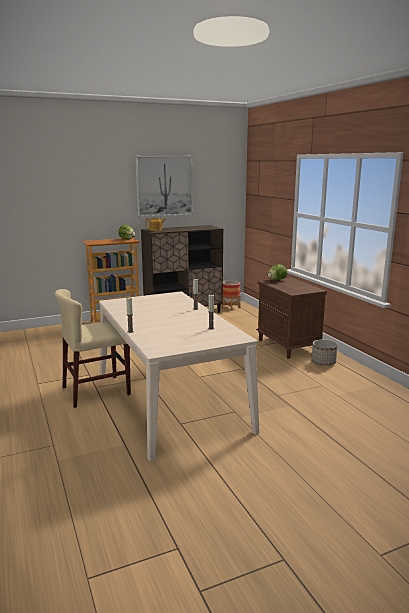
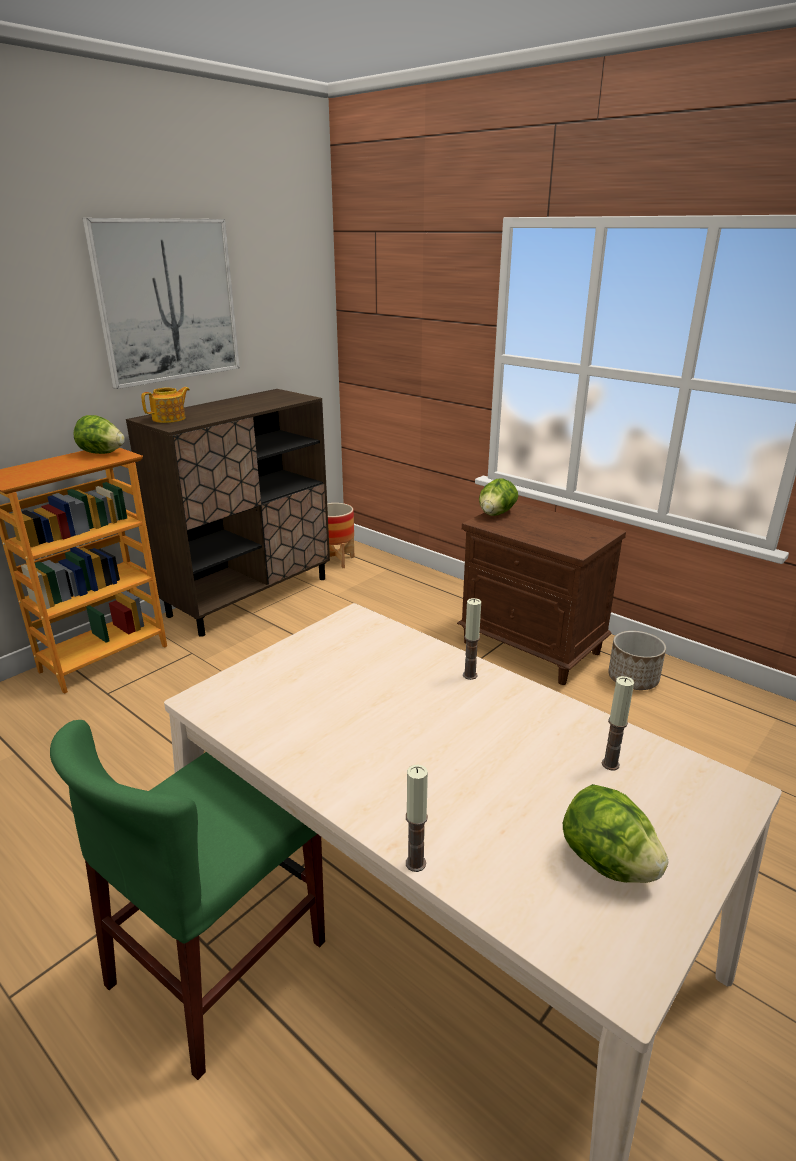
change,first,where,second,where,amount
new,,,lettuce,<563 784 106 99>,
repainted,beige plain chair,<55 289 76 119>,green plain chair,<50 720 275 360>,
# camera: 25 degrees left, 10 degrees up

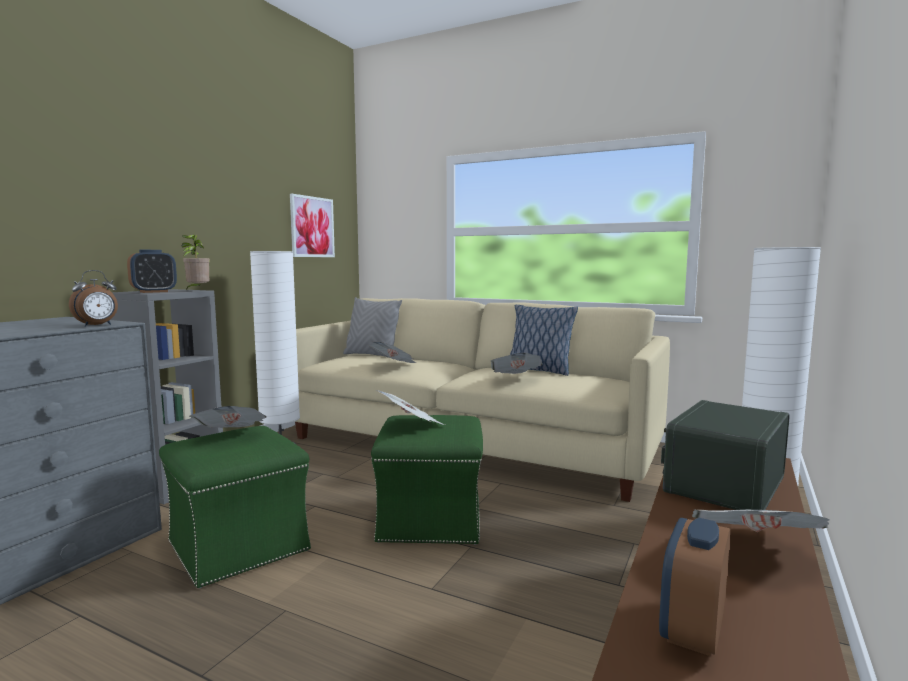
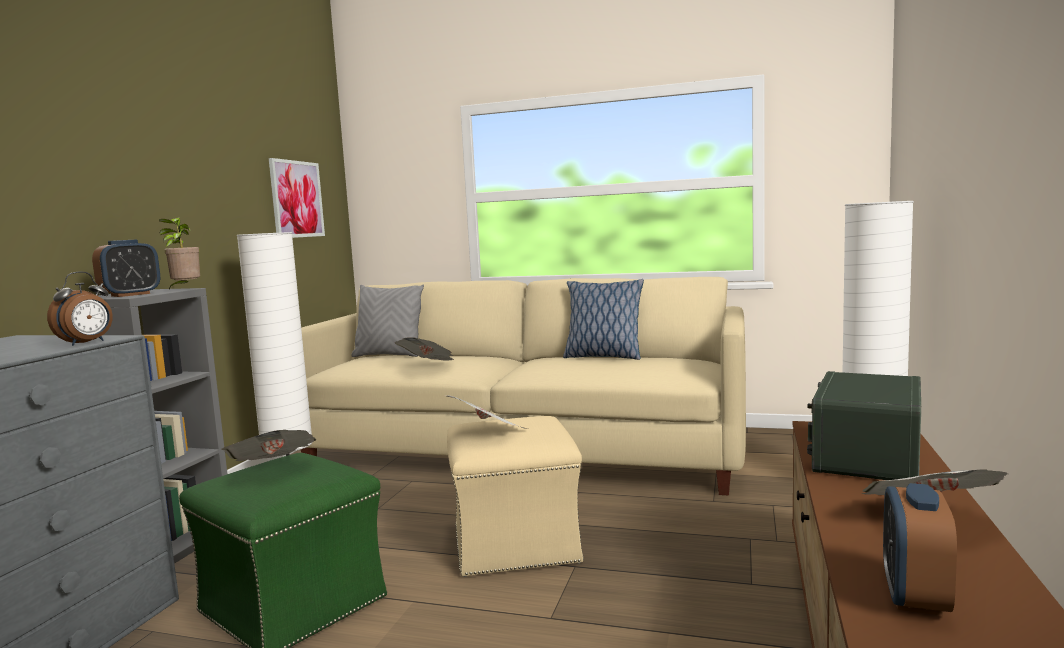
change,first,where,second,where,amount
gone,newspaper,<491 353 51 21>,,,
repainted,green ottoman,<371 415 112 130>,beige ottoman,<447 416 137 161>,
# camera: 10 degrees left, 0 degrees up

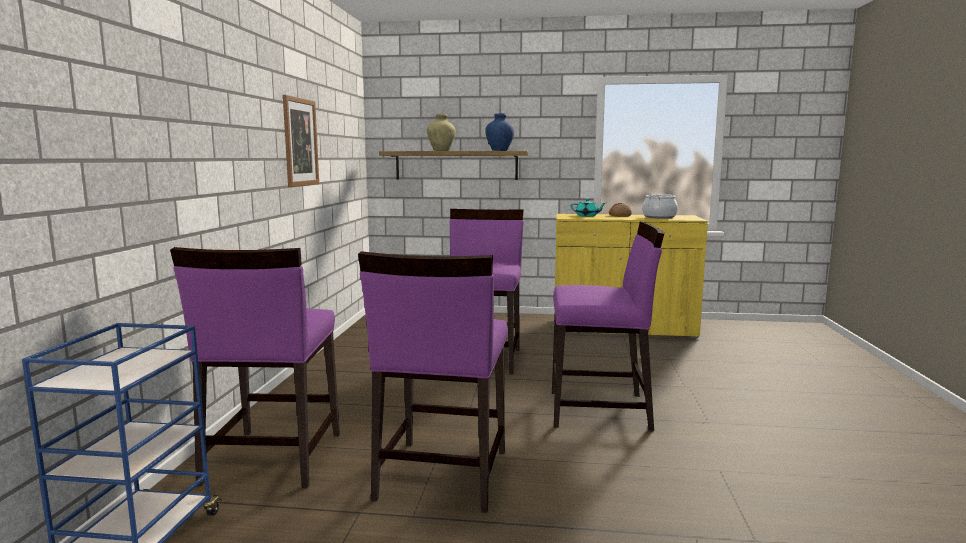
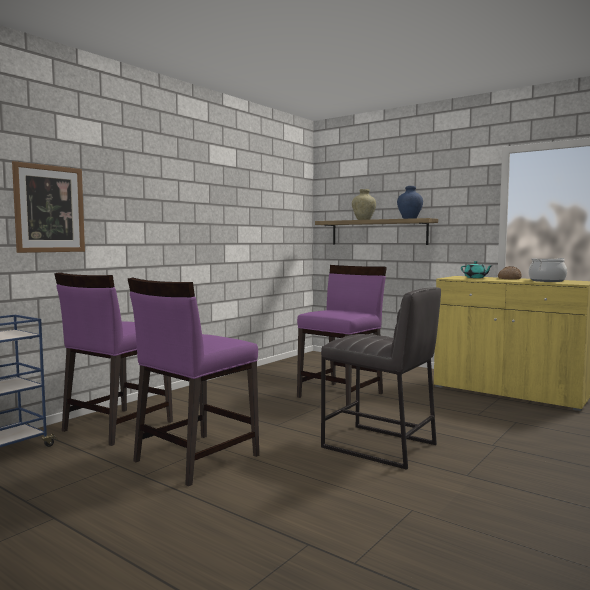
change,first,where,second,where,amount
shifted,picture,<283 95 36 92>,,<12 161 73 92>,
swapped,purple-coloured plain chair,<552 222 112 210>,grey stool,<321 287 120 183>,
# camera: 30 degrees right, 5 degrees down

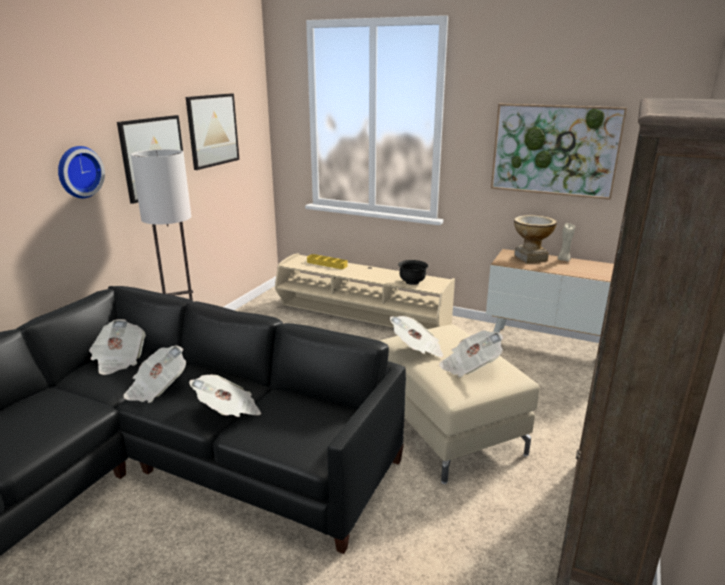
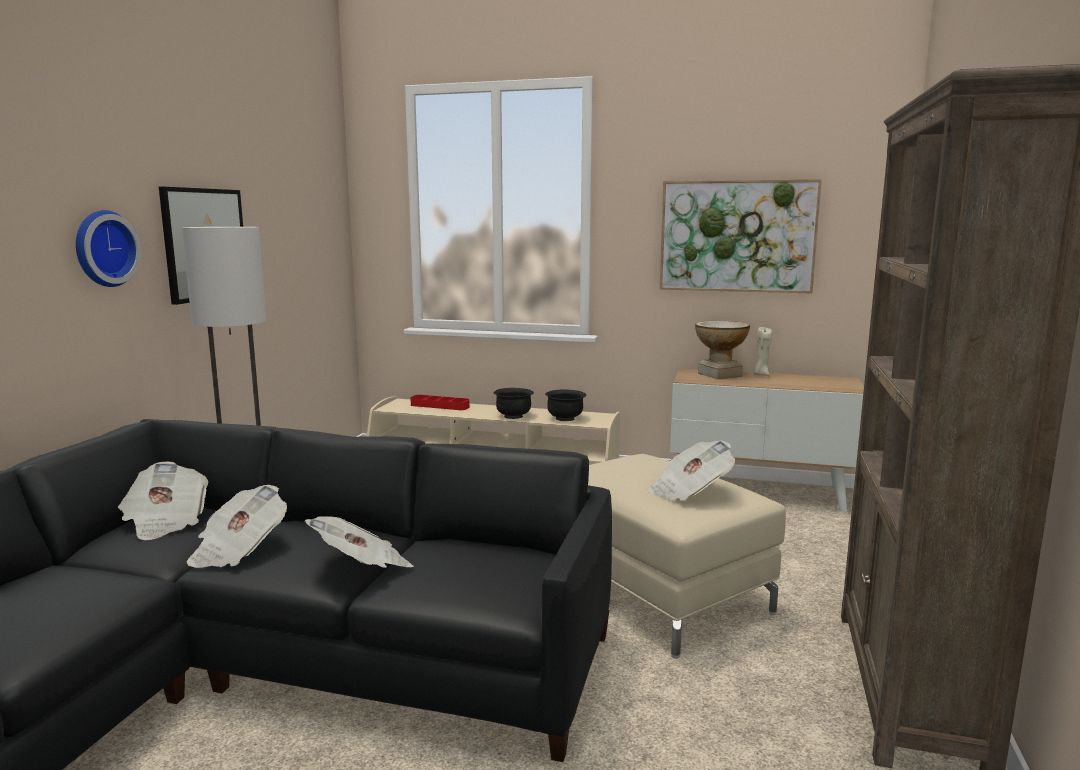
change,first,where,second,where,amount
gone,picture,<186 93 53 77>,,,
gone,newspaper,<390 316 54 41>,,,
new,,,black-coloured bowl,<494 388 40 31>,
repainted,yellowish serving tray,<307 254 40 15>,red serving tray,<410 395 59 15>,
# camera: 10 degrees left, 10 degrees down

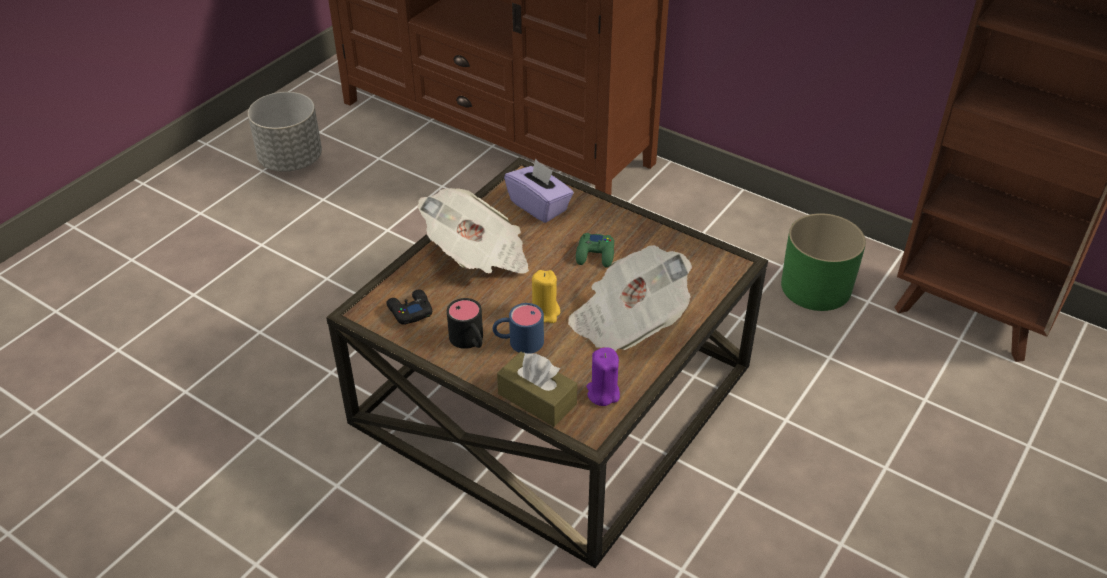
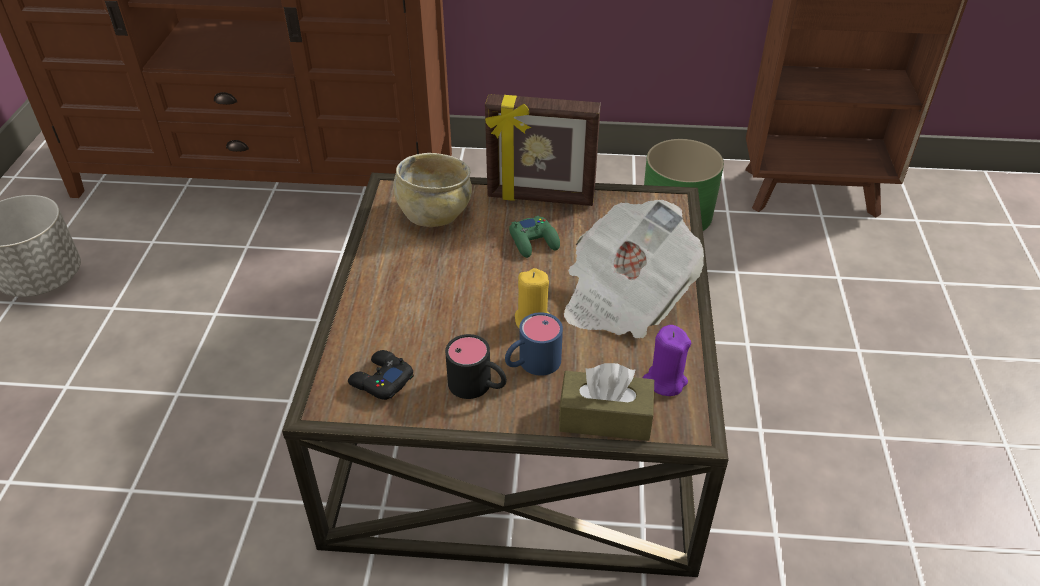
change,first,where,second,where,amount
gone,newspaper,<418 188 111 86>,,,
new,,,standing frame,<485 94 116 112>,
swapped,purple-coloured tissue box,<504 159 70 64>,beige bowl,<393 153 79 74>,
# camera: 30 degrees left, 0 degrees up

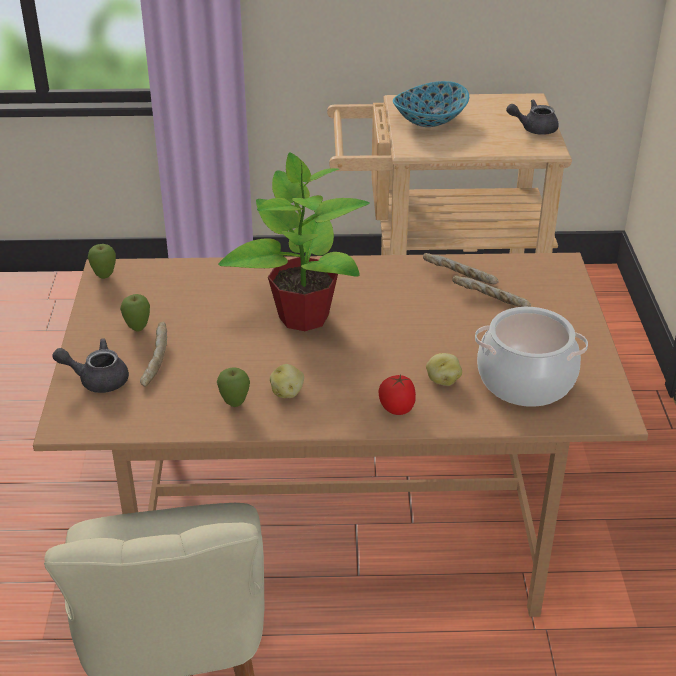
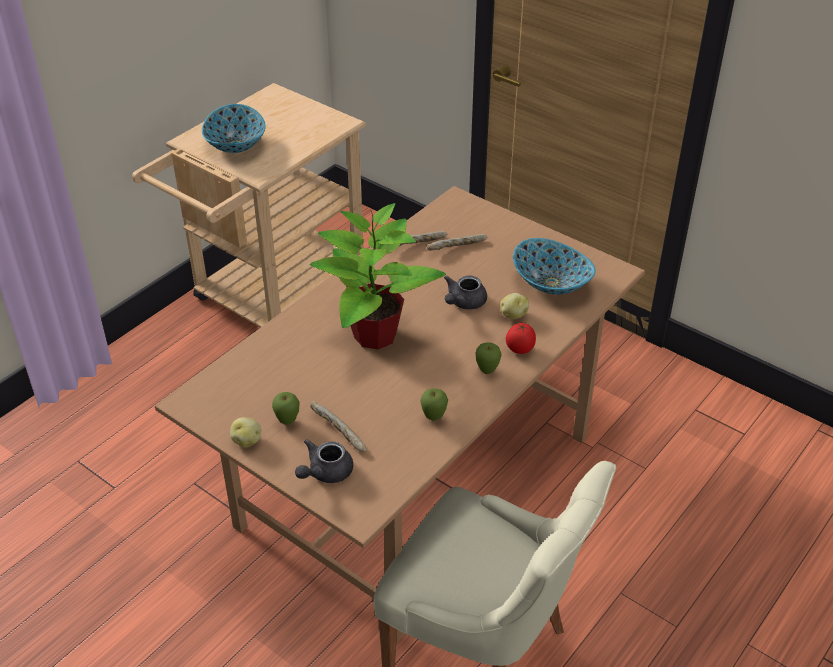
change,first,where,second,where,amount
shifted,apple,<88 244 28 35>,,<475 342 27 32>,
shifted,whole potato,<270 364 34 34>,,<230 417 31 30>,
shifted,grey tea pot,<506 99 53 36>,,<444 275 43 35>,
swapped,saucepot,<475 307 113 100>,bowl,<513 238 83 57>,
# camera: 50 degrees left, 5 degrees up

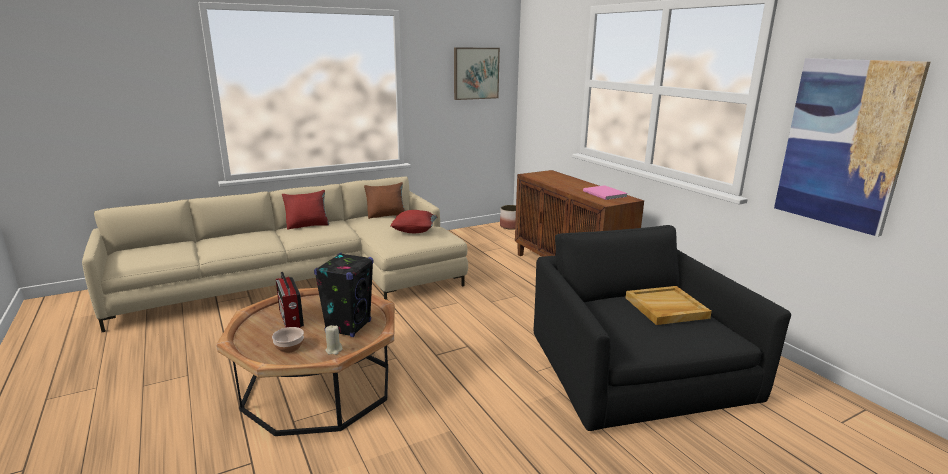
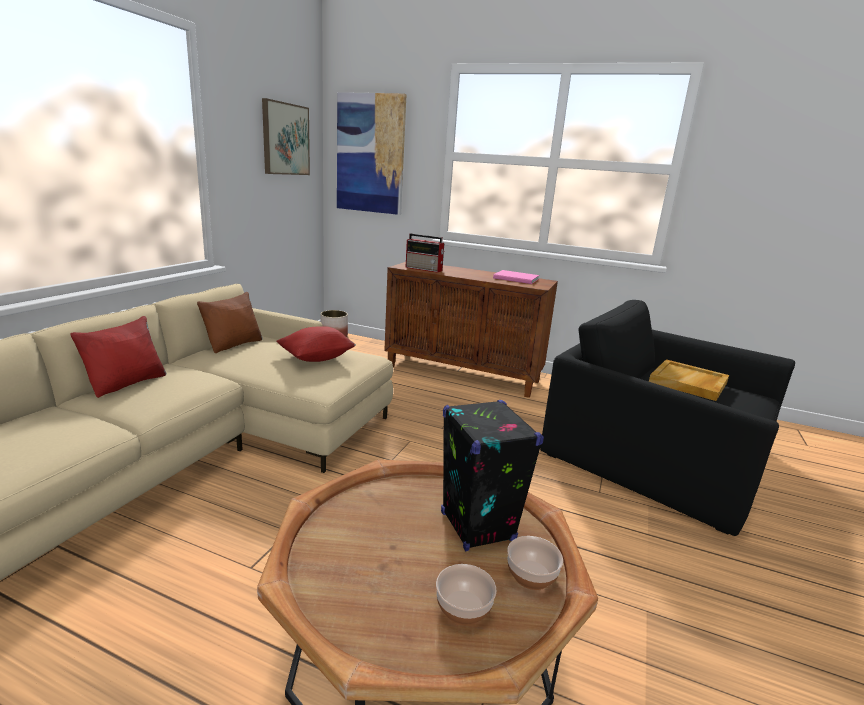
change,first,where,second,where,amount
shifted,radio set,<276 272 28 56>,,<405 234 40 39>,
shifted,picture,<774 58 156 179>,,<337 92 69 123>,
swapped,beige candle,<325 325 17 30>,bowl,<507 536 56 54>,
# camera: 40 degrees left, 0 degrees up

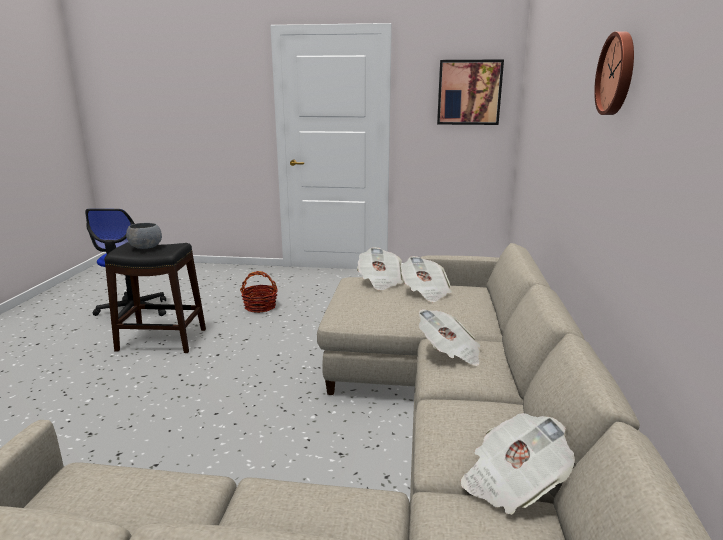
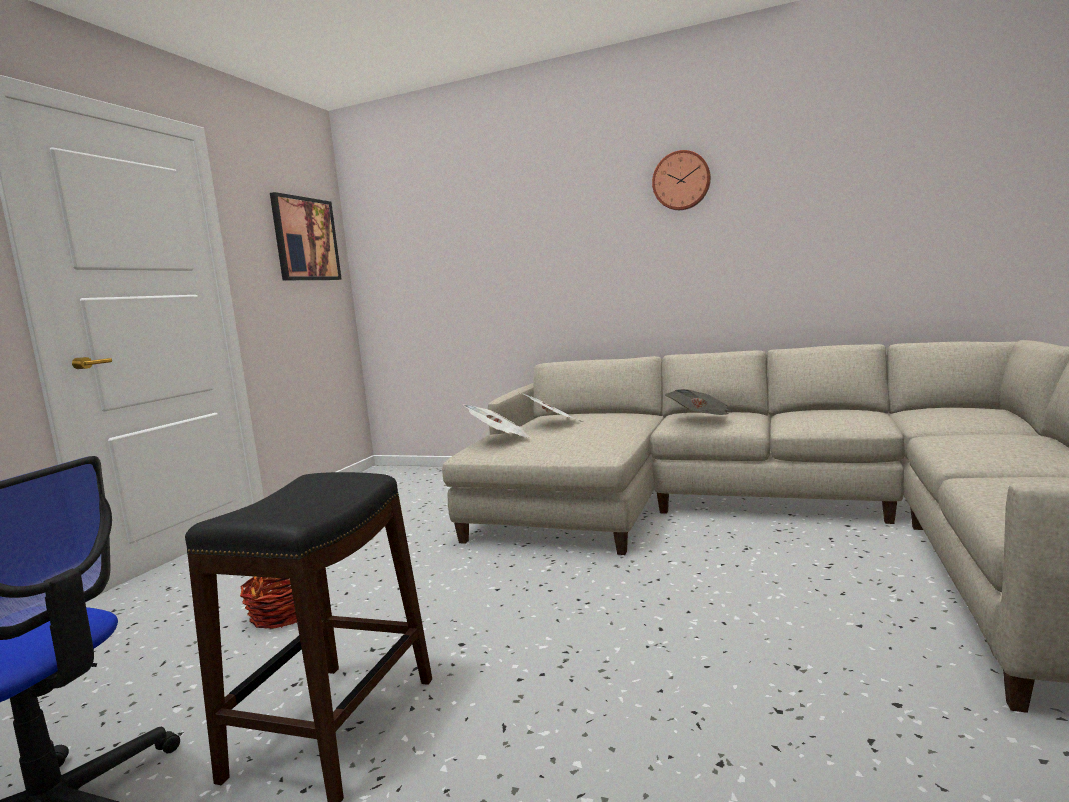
change,first,where,second,where,amount
gone,grey bowl,<126 223 36 26>,,,
gone,newspaper,<461 413 114 102>,,,
# camera: 75 degrees left, 10 degrees down

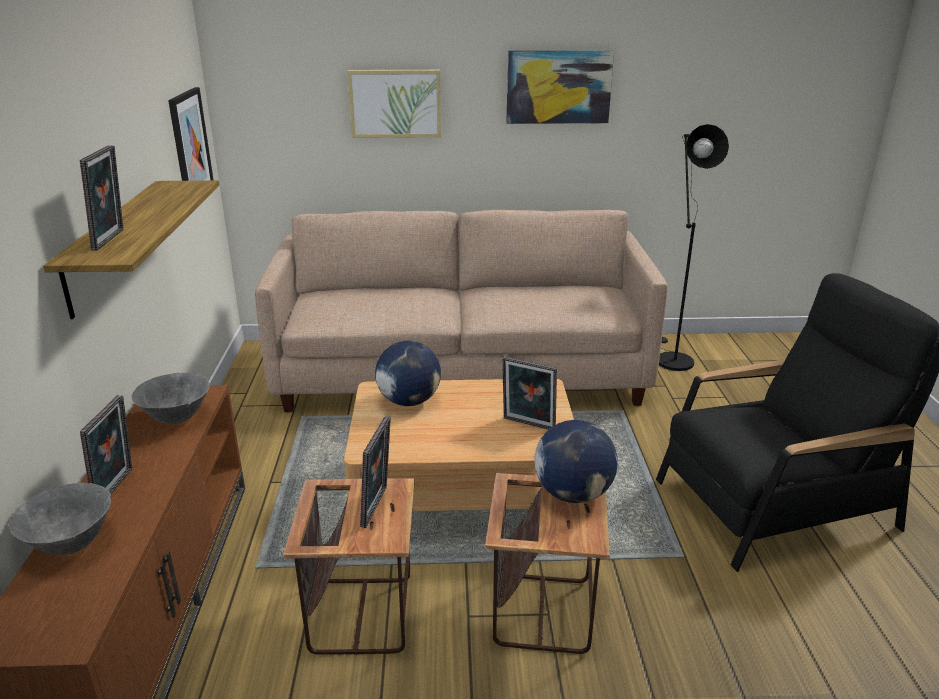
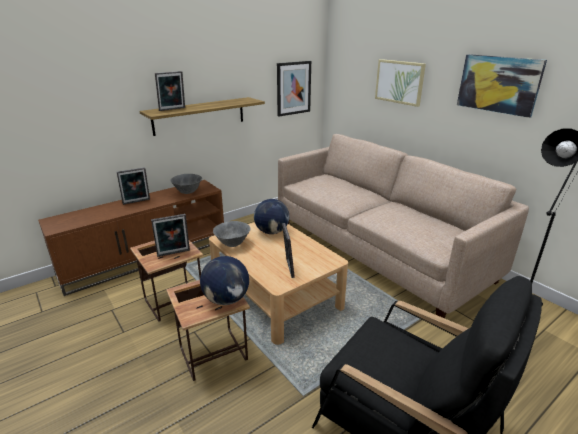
change,first,where,second,where,amount
shifted,grey bowl,<9 483 102 72>,,<213 221 38 26>,
# camera: 55 degrees right, 0 degrees up

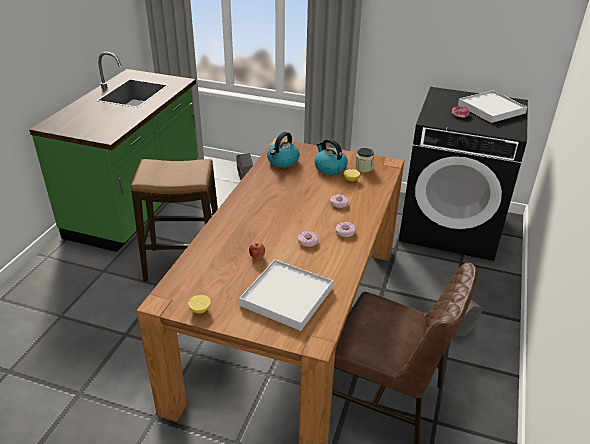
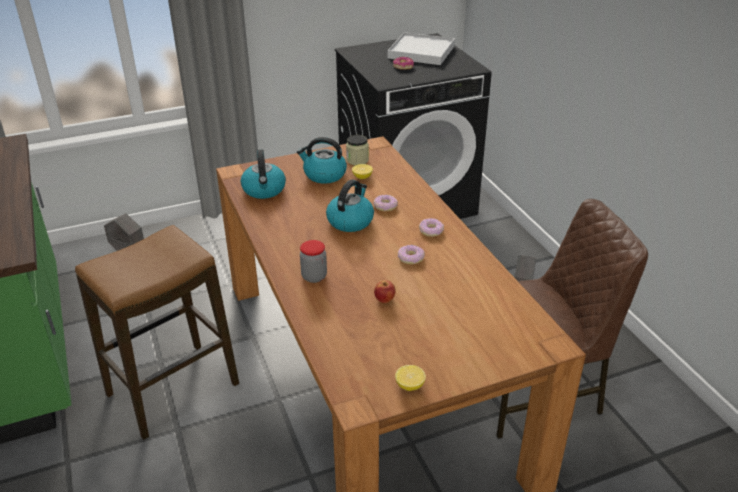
change,first,where,second,where,amount
gone,white serving tray,<239 259 94 72>,,,
new,,,storage jar,<300 240 27 43>,
new,,,water kettle,<326 180 48 52>,
# camera: 40 degrees left, 0 degrees up

